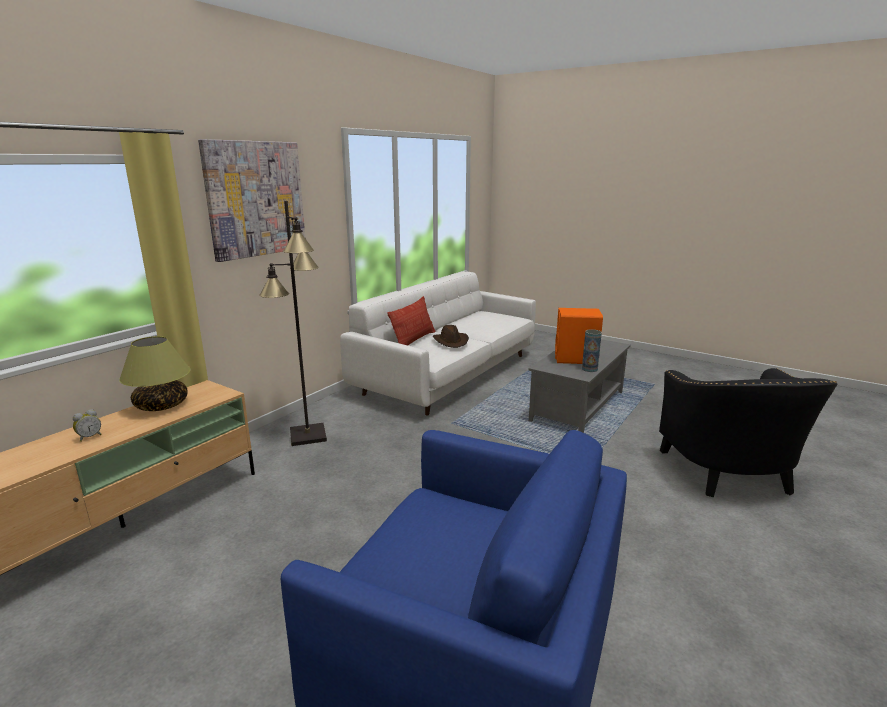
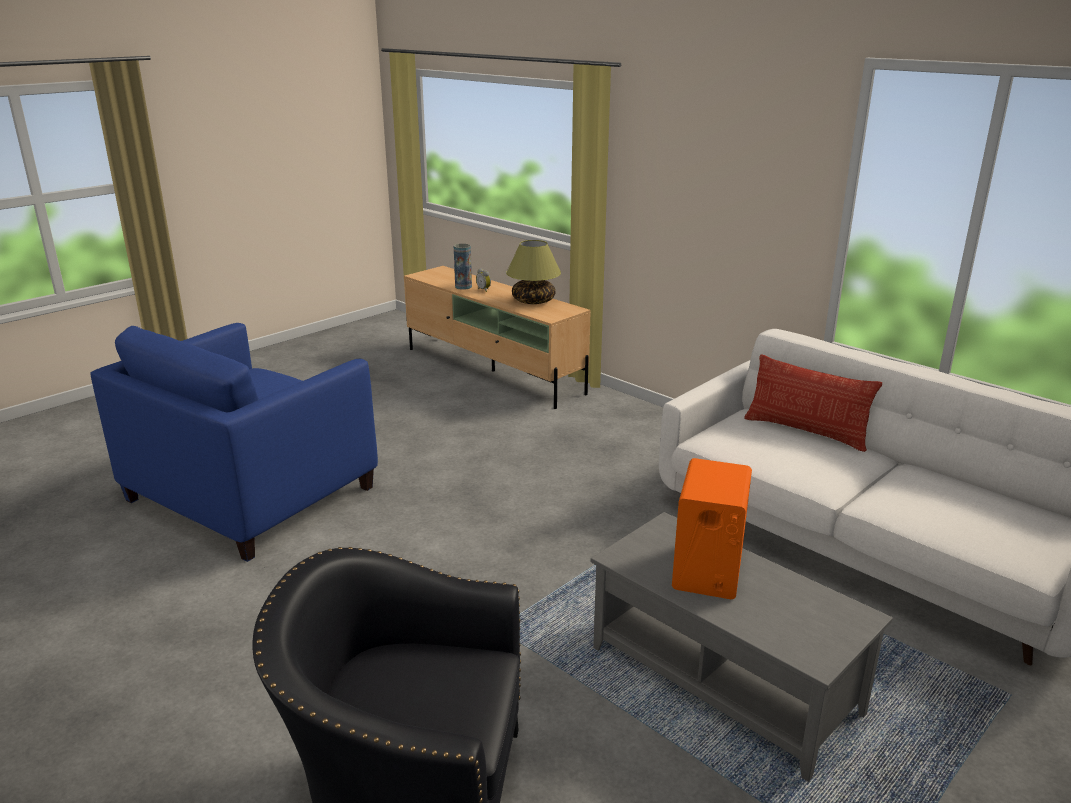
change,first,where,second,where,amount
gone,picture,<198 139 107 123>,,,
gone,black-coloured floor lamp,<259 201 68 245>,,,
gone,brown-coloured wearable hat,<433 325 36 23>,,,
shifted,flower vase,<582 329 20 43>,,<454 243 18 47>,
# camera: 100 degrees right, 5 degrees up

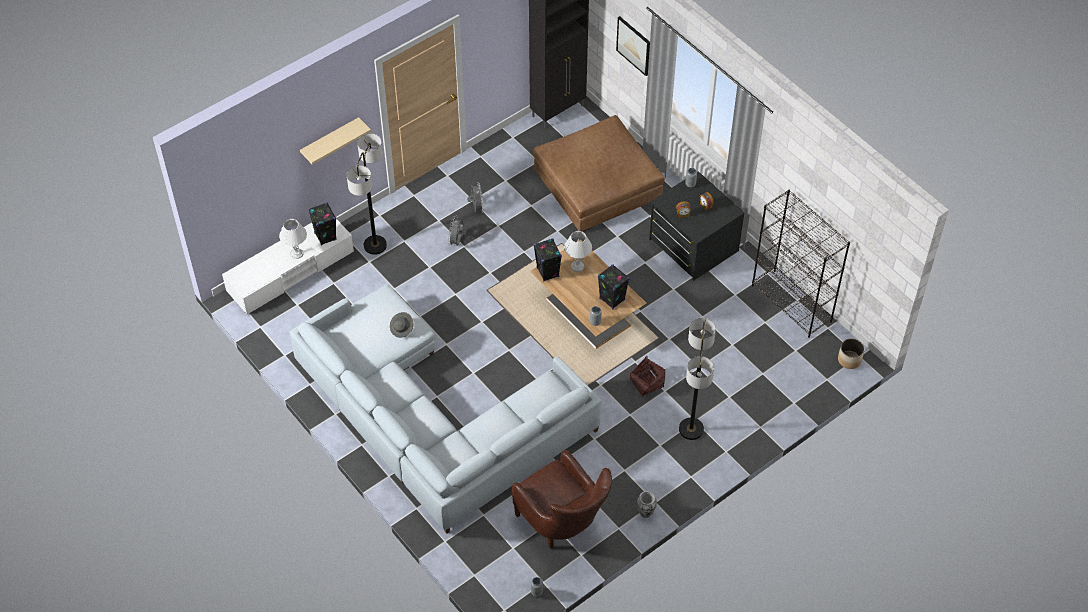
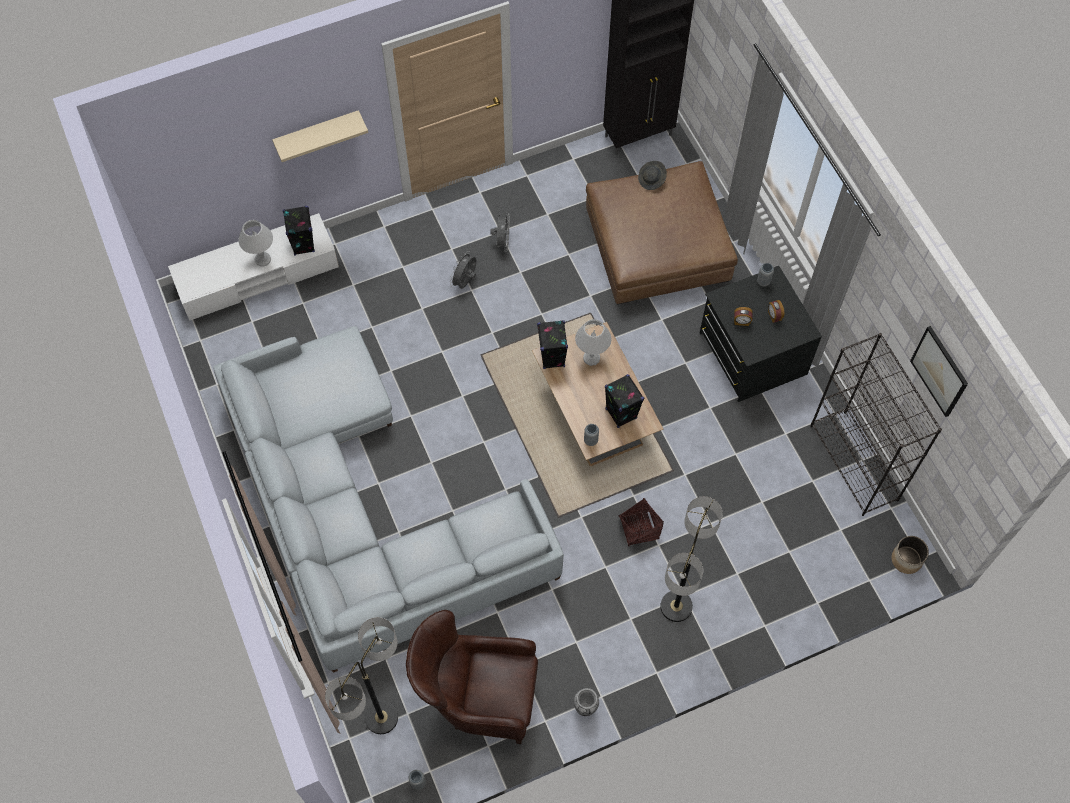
change,first,where,second,where,amount
shifted,floor lamp,<347 133 40 122>,,<325 617 73 117>,
shifted,grey wearable hat,<390 312 24 26>,,<638 161 29 29>,
shifted,picture,<616 16 34 60>,,<910 326 58 91>,
rotated,brown-coloured armchair,<512 450 100 99>,,<406 610 132 134>,120 degrees clockwise
# camera: 15 degrees right, 10 degrees up

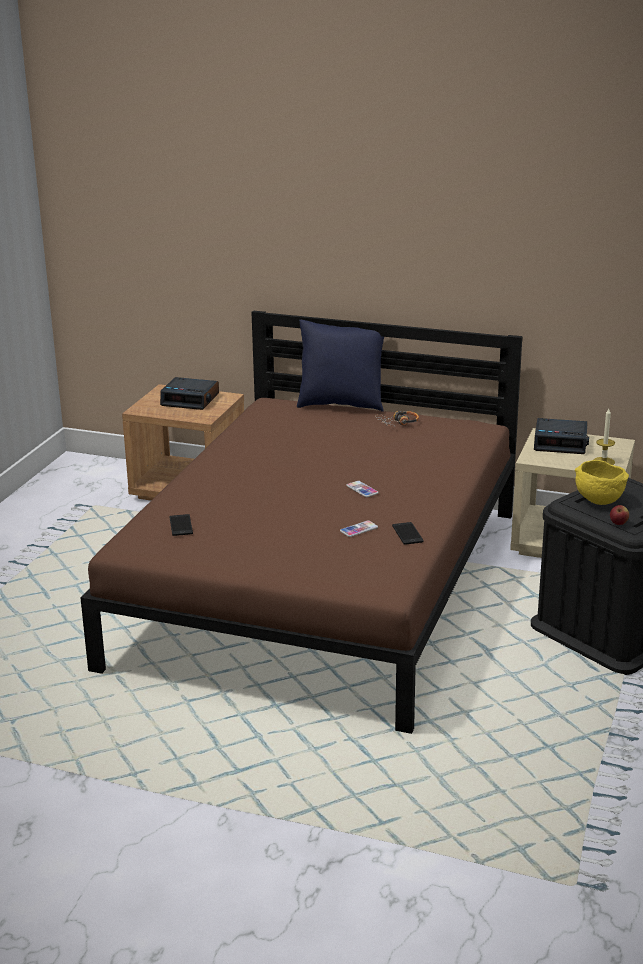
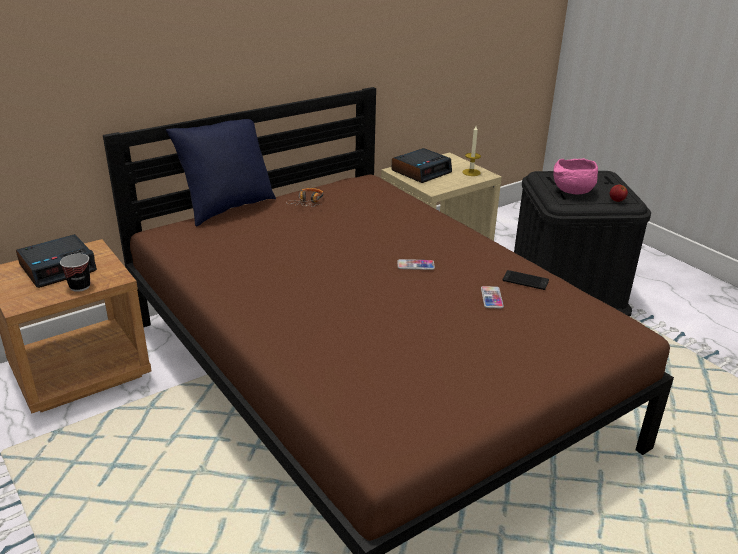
change,first,where,second,where,amount
gone,phone,<169 514 24 22>,,,
new,,,cup,<60 254 30 38>,
repainted,yellowish bowl,<575 460 54 45>,pink-coloured bowl,<553 158 45 36>,
# camera: 55 degrees left, 5 degrees up

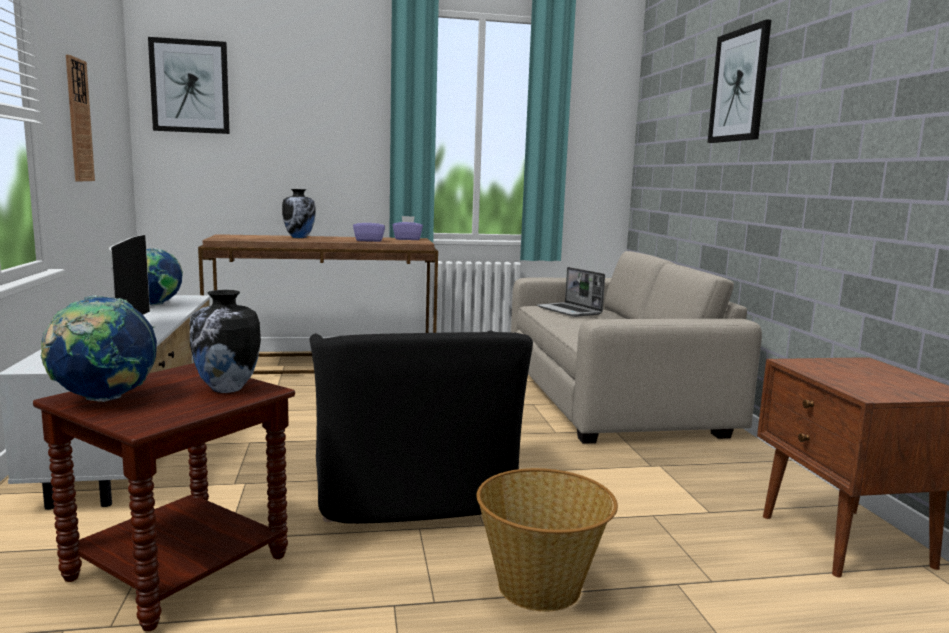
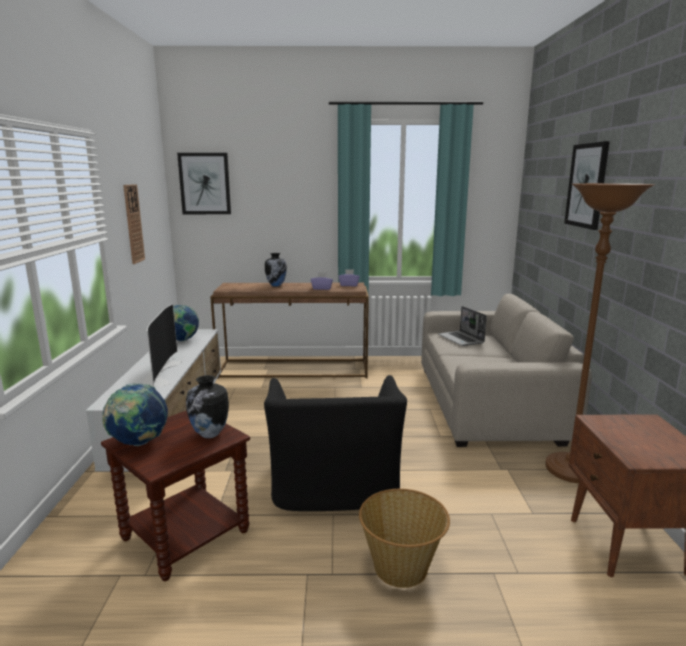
change,first,where,second,where,amount
new,,,brown-coloured floor lamp,<545 183 110 300>,
# camera: 10 degrees right, 5 degrees up

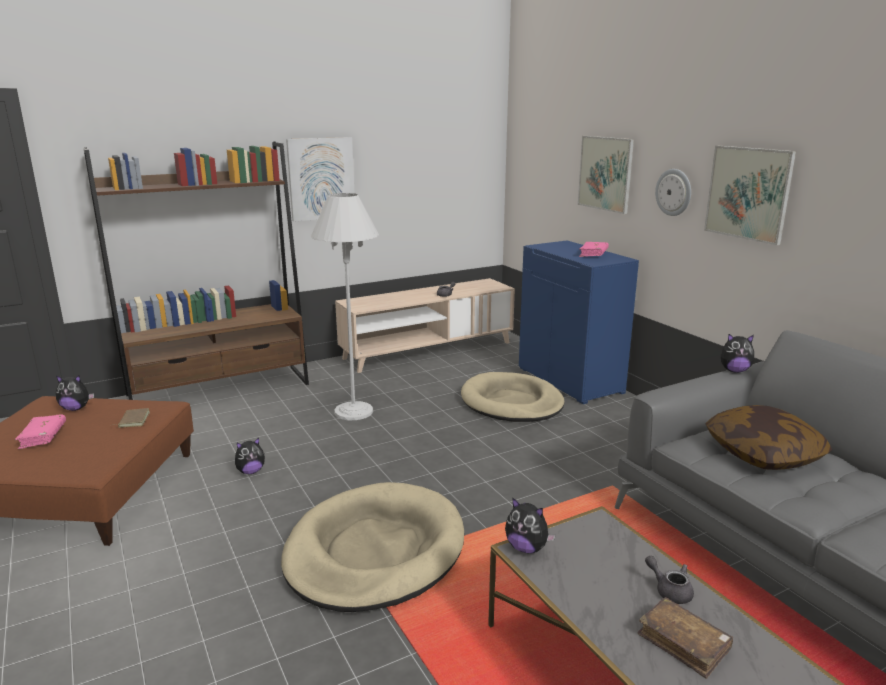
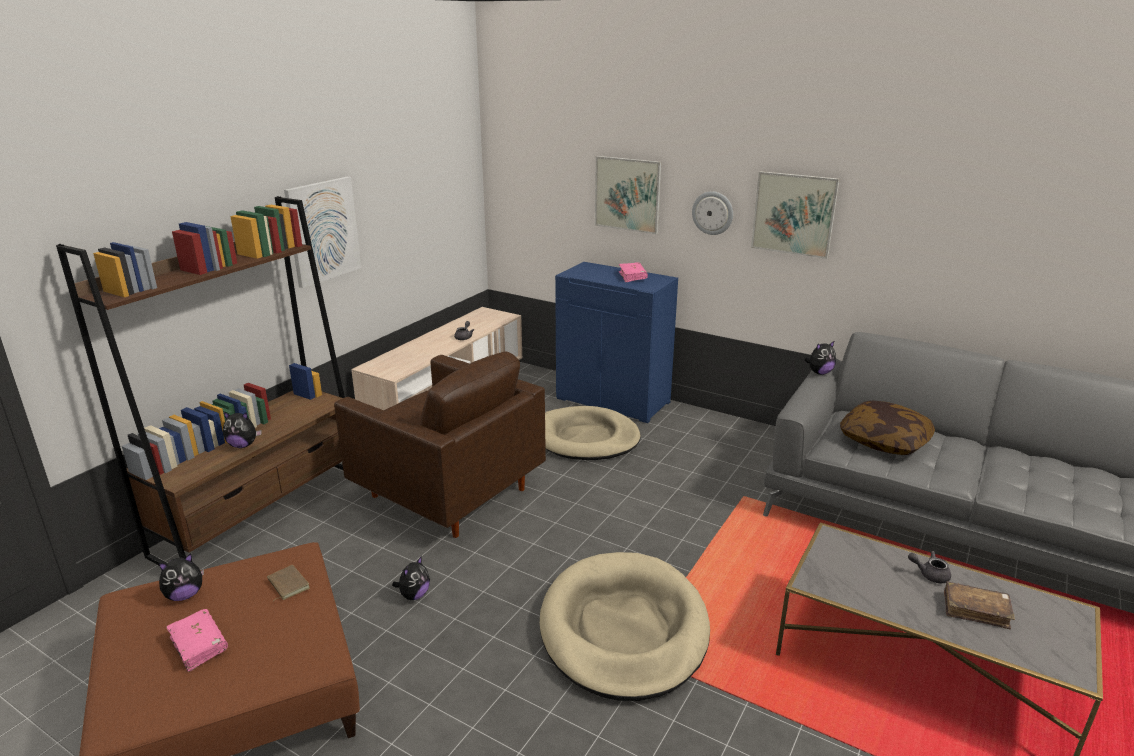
change,first,where,second,where,amount
shifted,plush toy,<505 497 51 56>,,<223 412 39 36>,
swapped,white floor lamp,<311 193 68 227>,brown-coloured armchair,<334 351 212 187>,
# camera: 30 degrees left, 5 degrees up

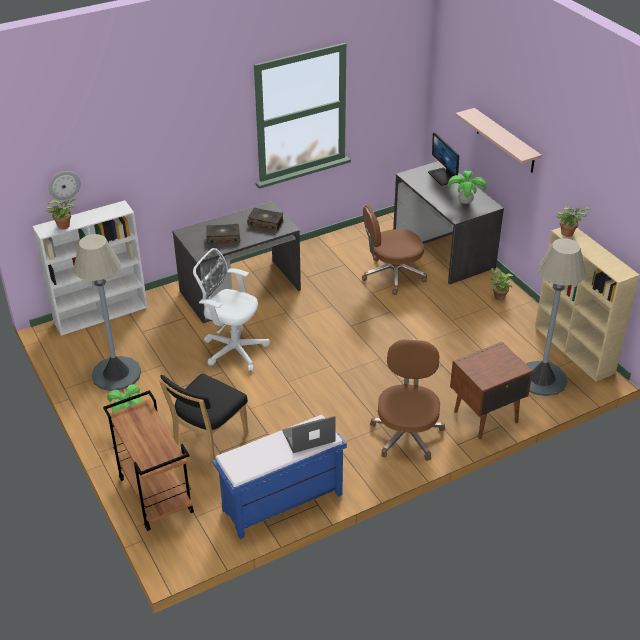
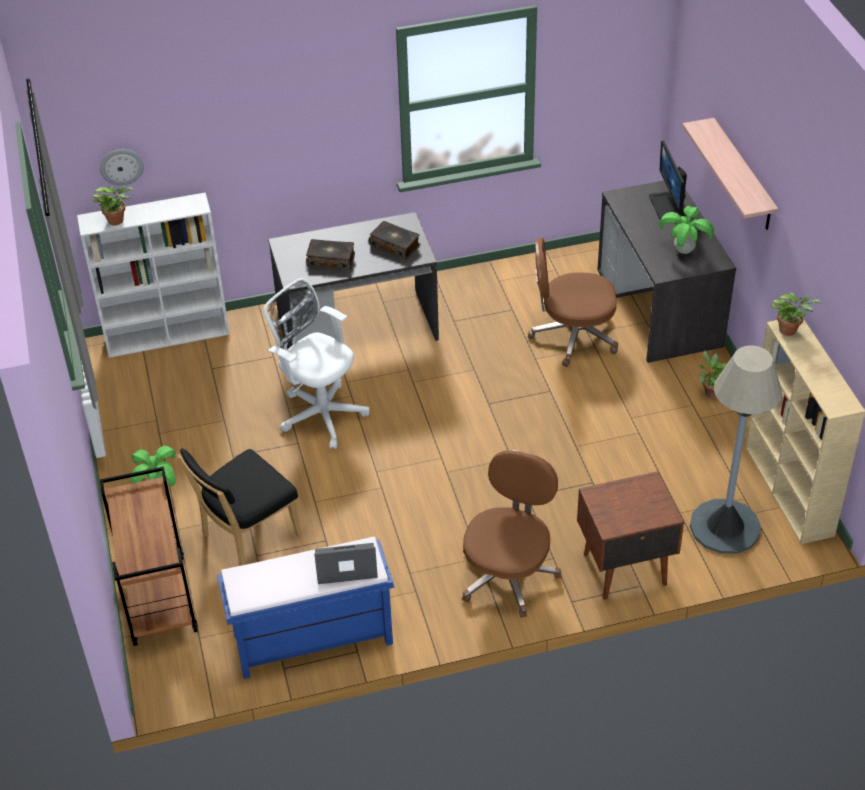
change,first,where,second,where,amount
gone,grey floor lamp,<74 234 67 157>,,,
# camera: 15 degrees right, 5 degrees up

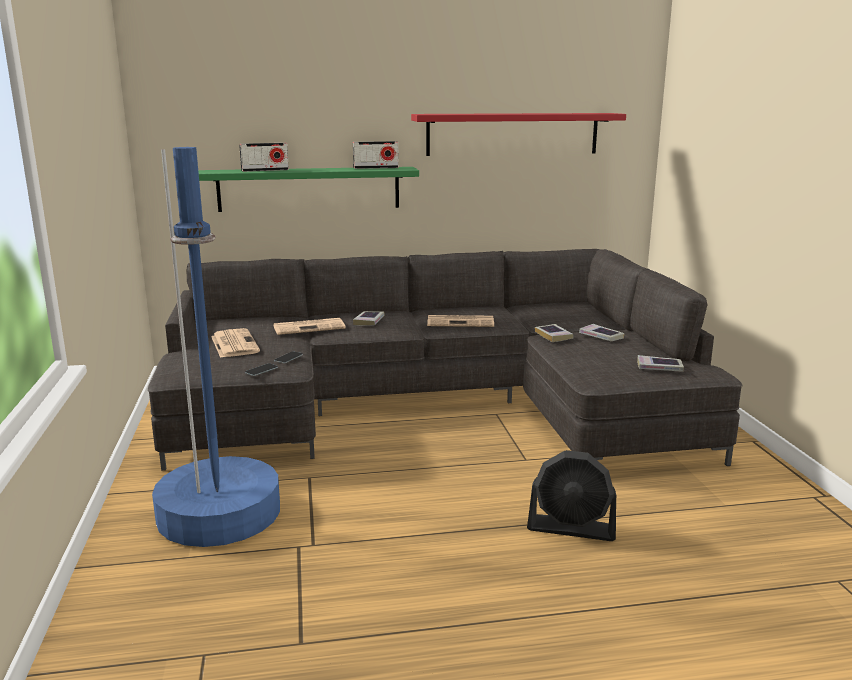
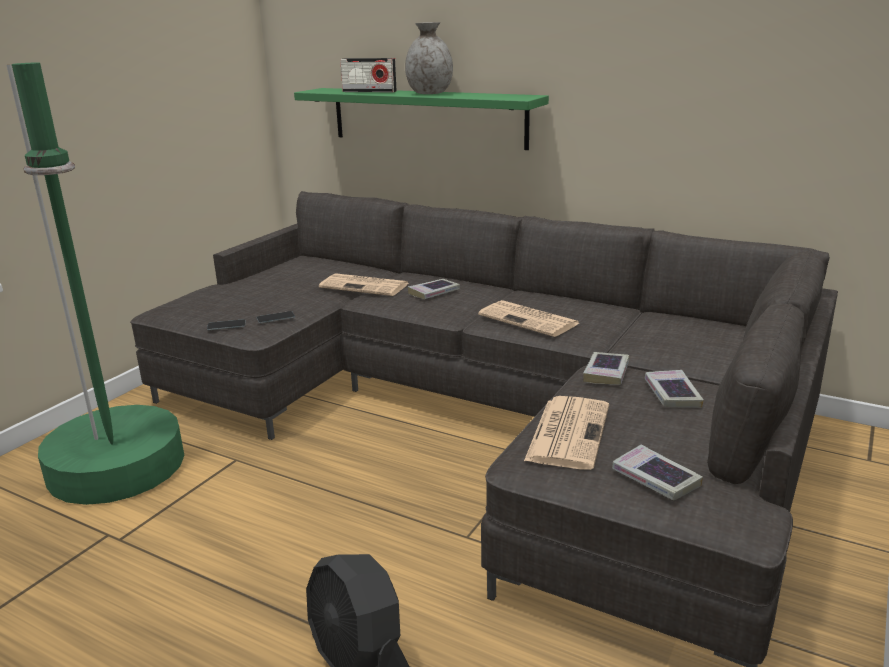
change,first,where,second,where,amount
gone,radio set,<353 141 46 28>,,,
gone,red shelf,<411 113 215 43>,,,
new,,,grey flower vase,<405 22 48 72>,
shifted,newspaper,<211 328 49 30>,,<524 396 85 74>,
repainted,blue-coloured floor lamp,<152 147 128 400>,green floor lamp,<6 63 178 442>,
# camera: 40 degrees right, 5 degrees up

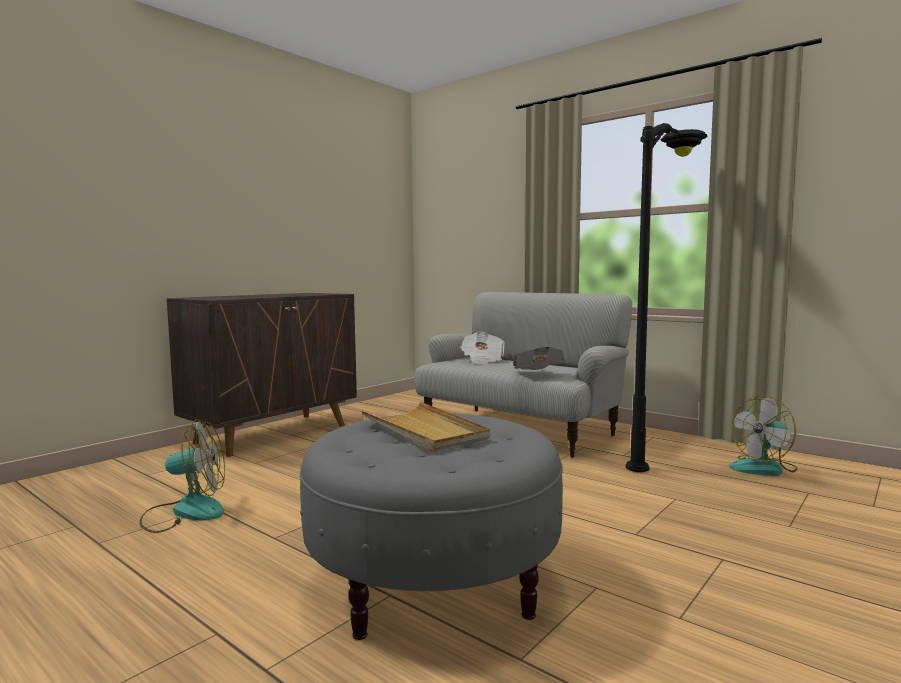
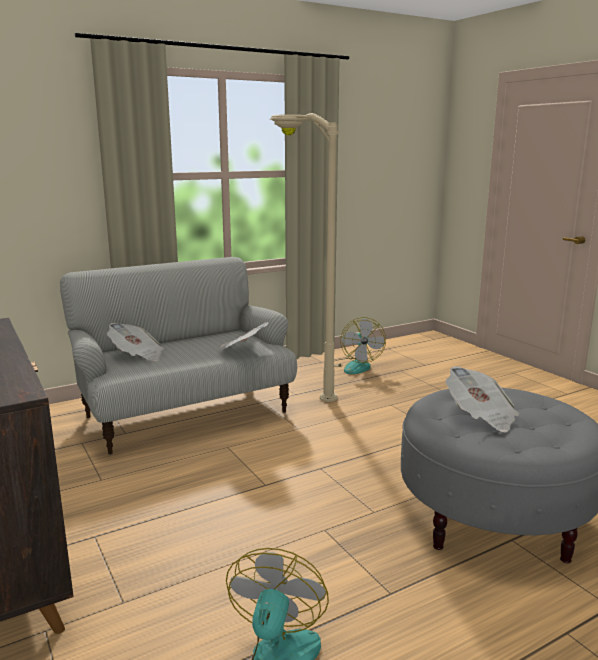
change,first,where,second,where,amount
swapped,beige serving tray,<362 402 128 50>,newspaper,<446 366 73 67>,
repainted,black-coloured floor lamp,<626 123 82 349>,beige floor lamp,<270 113 69 289>,
# camera: 70 degrees left, 10 degrees up

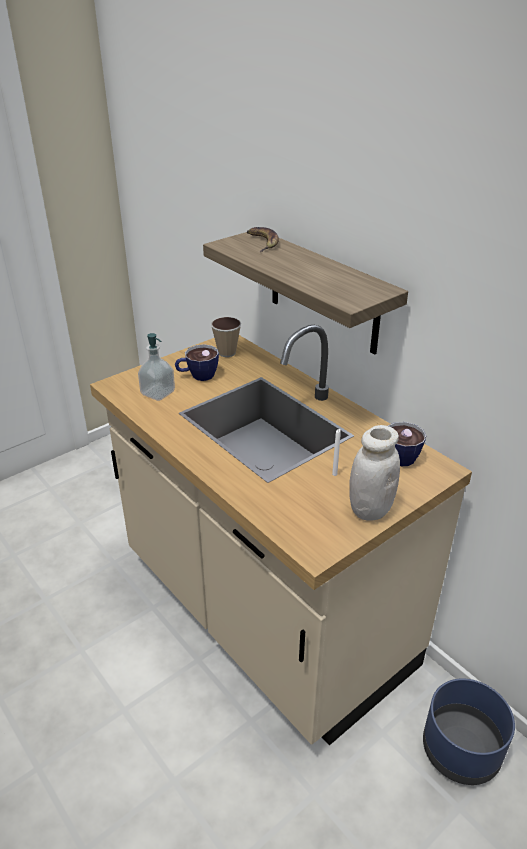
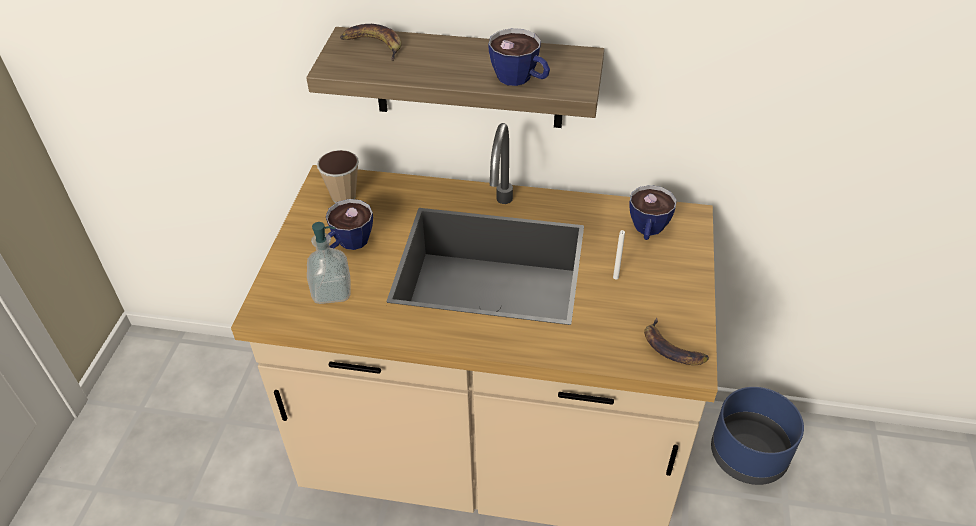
change,first,where,second,where,amount
gone,white storage jar,<349 425 51 96>,,,
new,,,cup,<488 28 62 58>,
new,,,whole banana,<644 318 65 47>,
# camera: 40 degrees left, 10 degrees up

